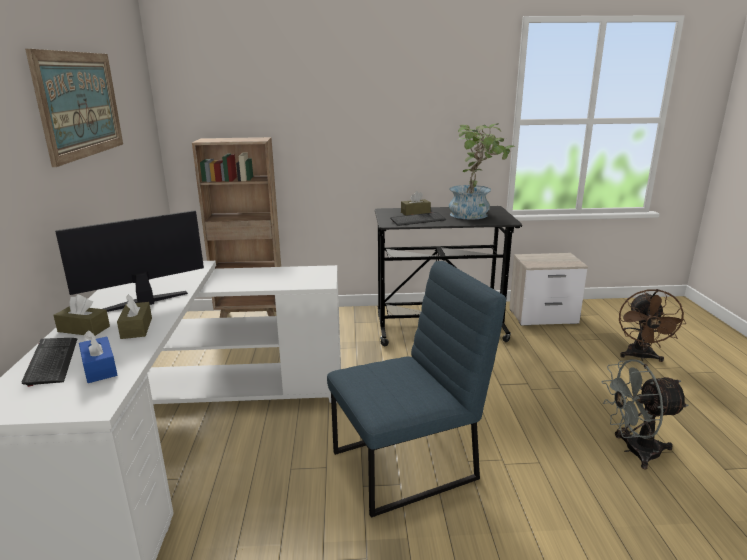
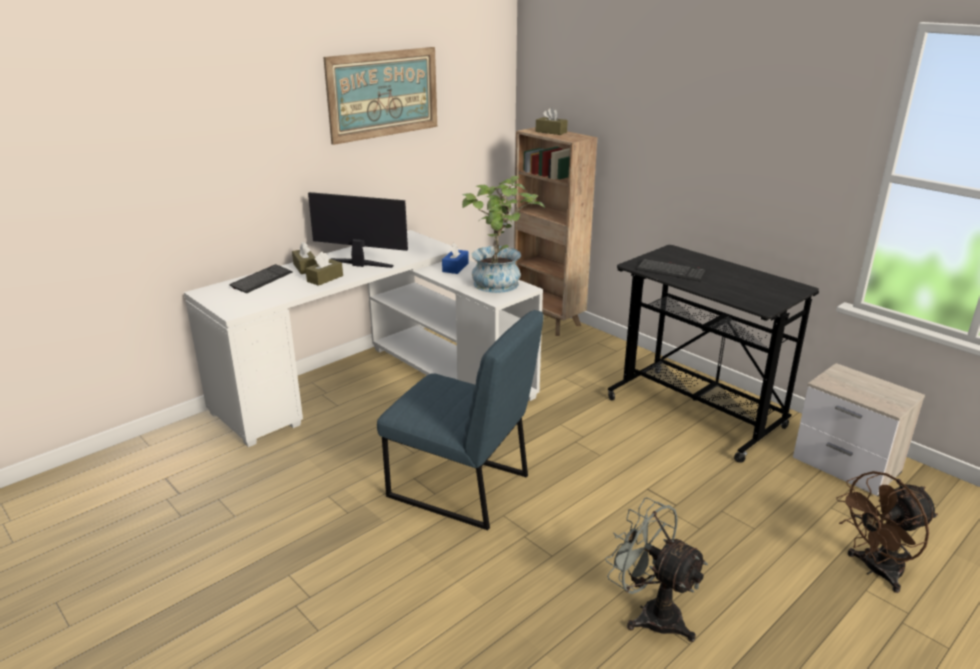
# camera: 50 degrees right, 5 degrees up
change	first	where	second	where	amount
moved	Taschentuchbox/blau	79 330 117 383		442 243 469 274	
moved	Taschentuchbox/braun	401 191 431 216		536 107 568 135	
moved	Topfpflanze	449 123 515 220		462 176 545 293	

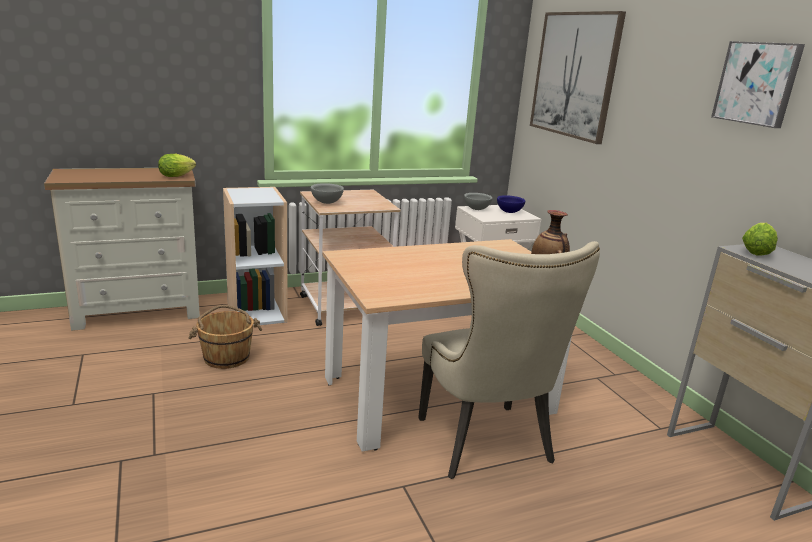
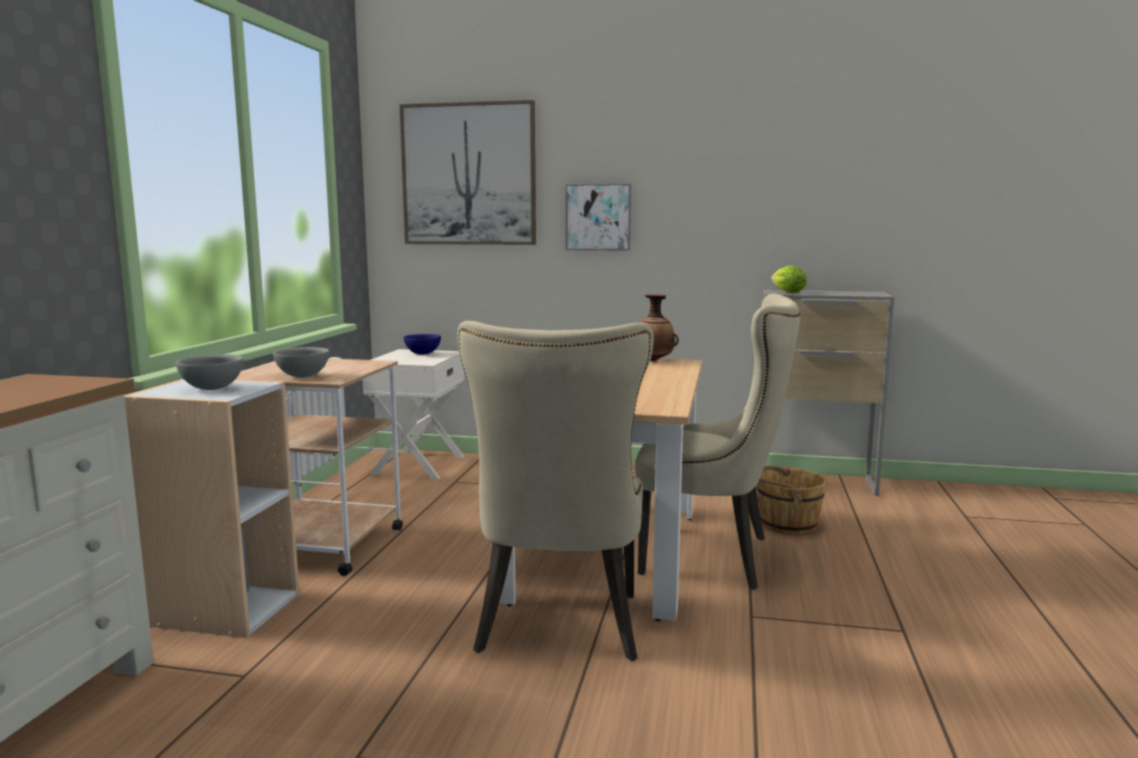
# camera: 55 degrees left, 10 degrees down
change	first	where	second	where	amount
removed	Salatkopf	158 154 196 177			
moved	Eimer/braun	188 305 262 369		757 466 827 535	
moved	Schüssel/grau	464 193 493 210		175 354 244 390	
moved	Bild	711 41 805 128		566 184 631 251	
added			Stuhl/beige	457 321 654 661	

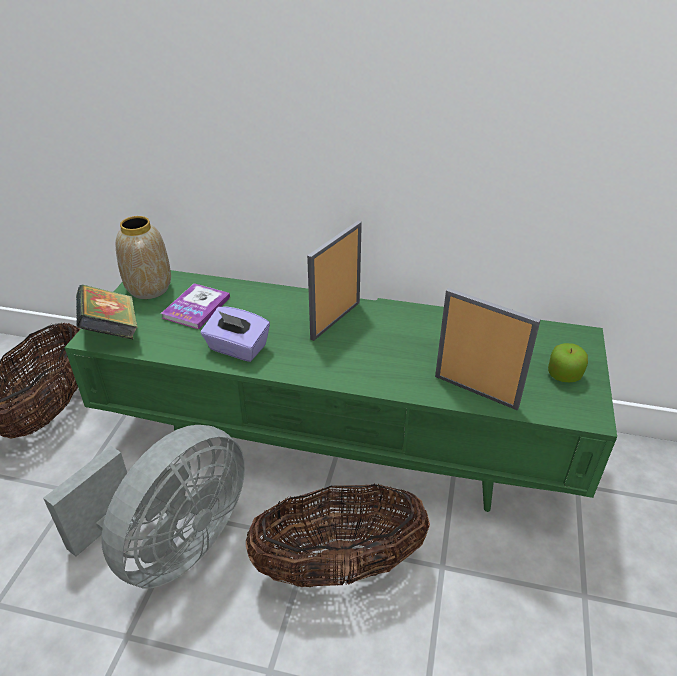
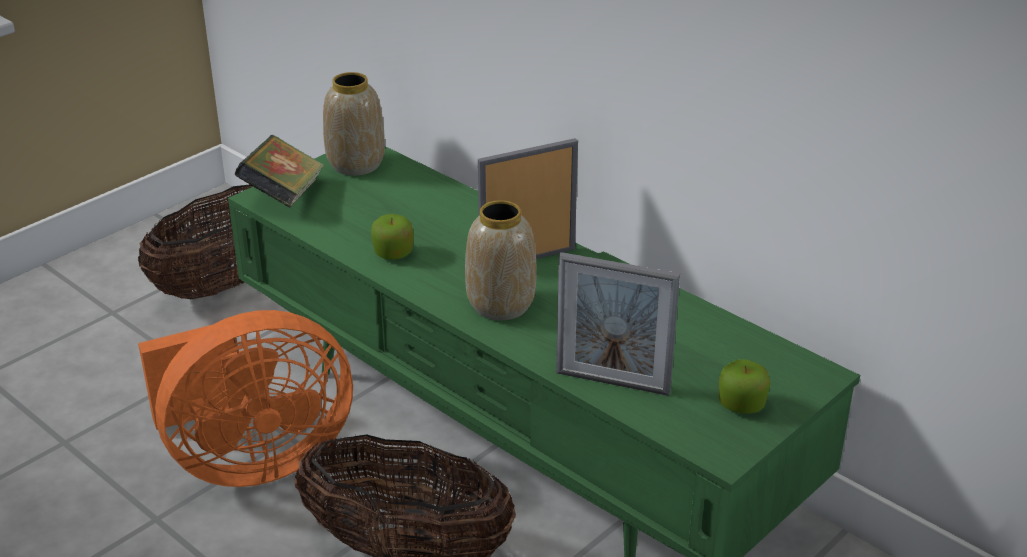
# camera: 30 degrees right, 5 degrees down
change	first	where	second	where	amount
recoloured	Ventilator/grau	43 425 245 588	Ventilator/orange	138 310 353 487	
removed	Buch	161 283 230 329			
replaced	Taschentuchbox/lila	201 307 270 362	Apfel	371 214 414 260	
turned	Bilderrahmen	435 288 541 410		556 252 680 396	135 degrees clockwise
added			Vase	465 200 537 320	

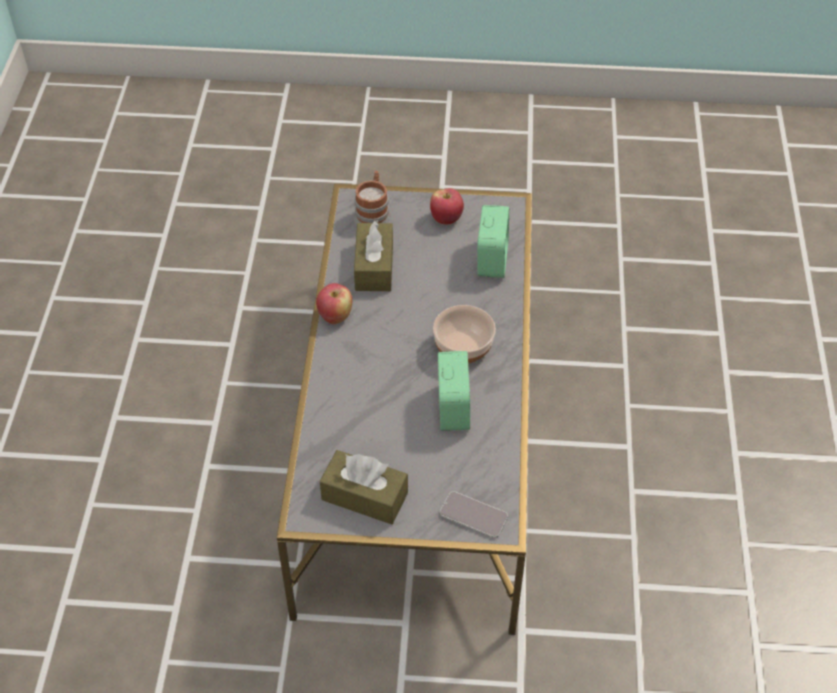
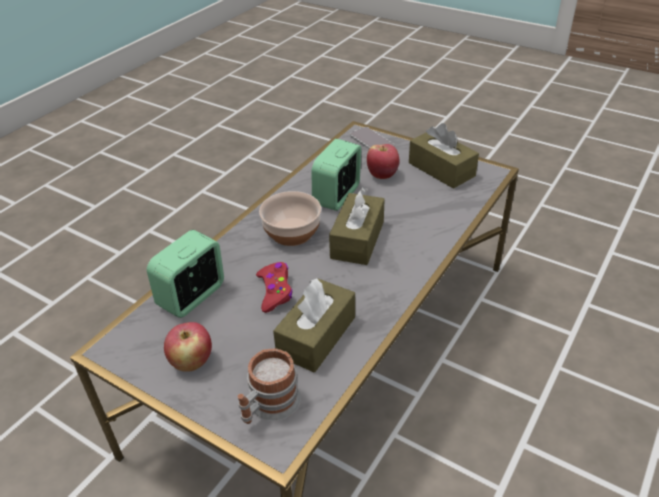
# camera: 150 degrees left, 10 degrees down
change	first	where	second	where	amount
moved	Apfel	316 283 352 324		367 144 400 179	
added			Gamepad/rot	256 262 293 313	
added			Taschentuchbox/braun	329 187 385 265	

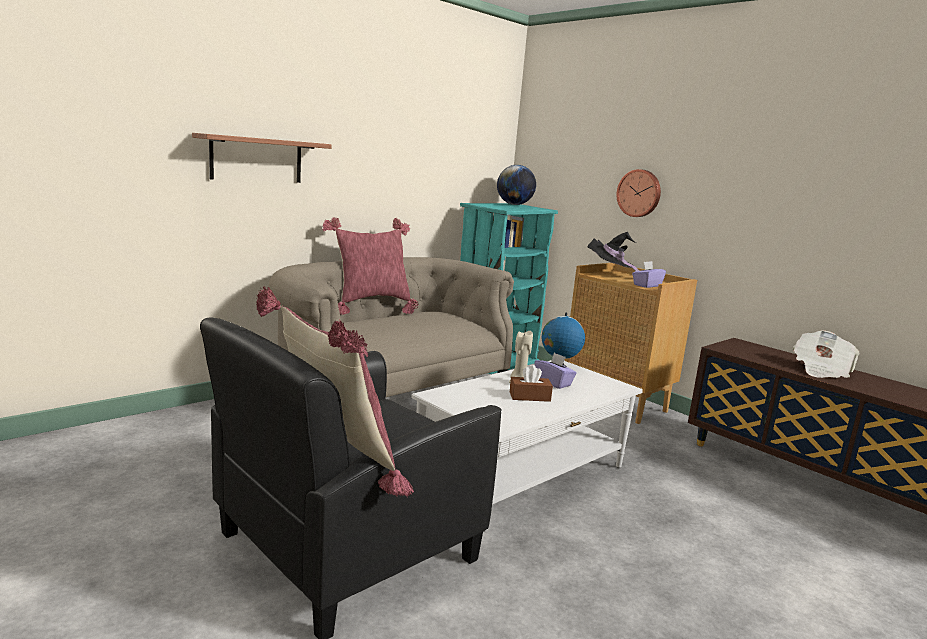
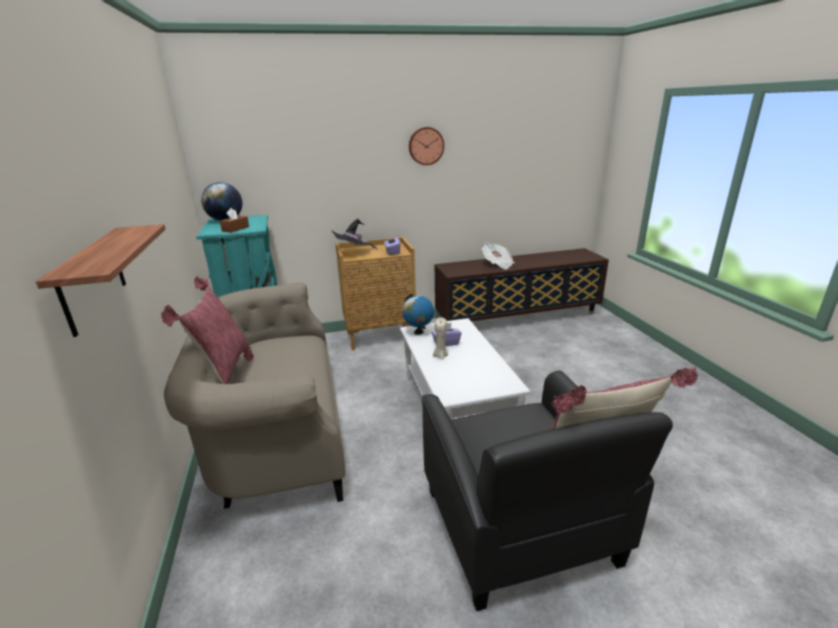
# camera: 60 degrees left, 10 degrees up
change	first	where	second	where	amount
moved	Taschentuchbox/braun	510 365 553 402		220 208 249 233	
moved	Wanduhr	617 169 661 217		409 127 444 165	

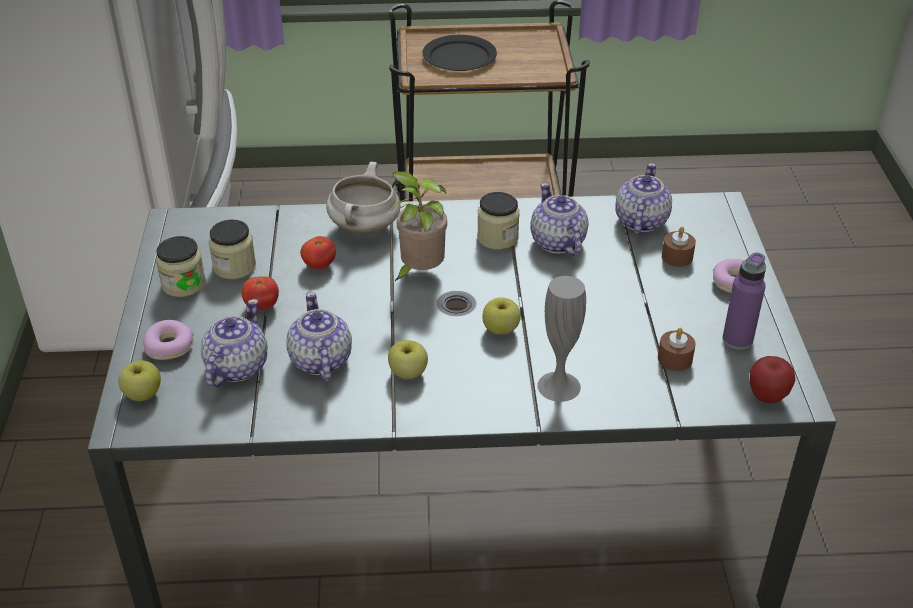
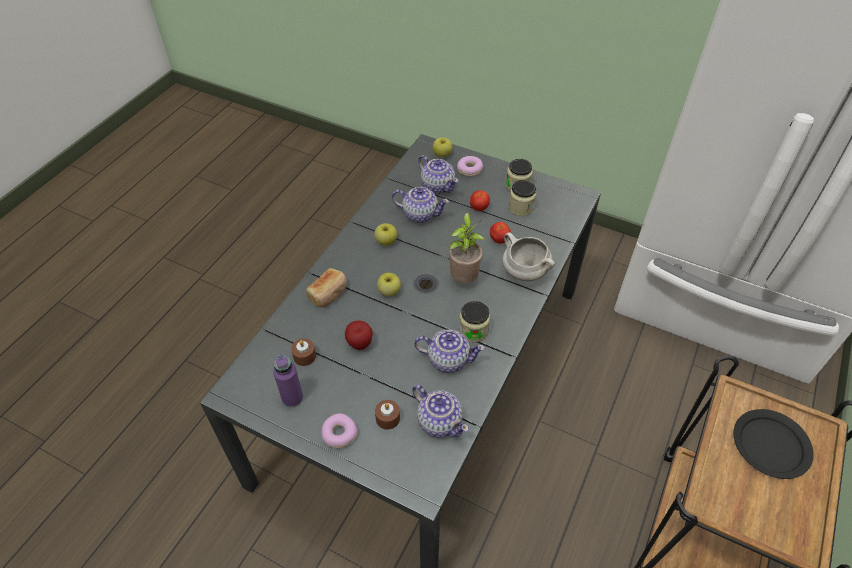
# camera: 120 degrees right, 10 degrees up
change	first	where	second	where	amount
replaced	Vase/grau	537 276 586 402	Brot	306 268 347 308	
moved	Apfel	750 356 795 404		345 320 373 350	

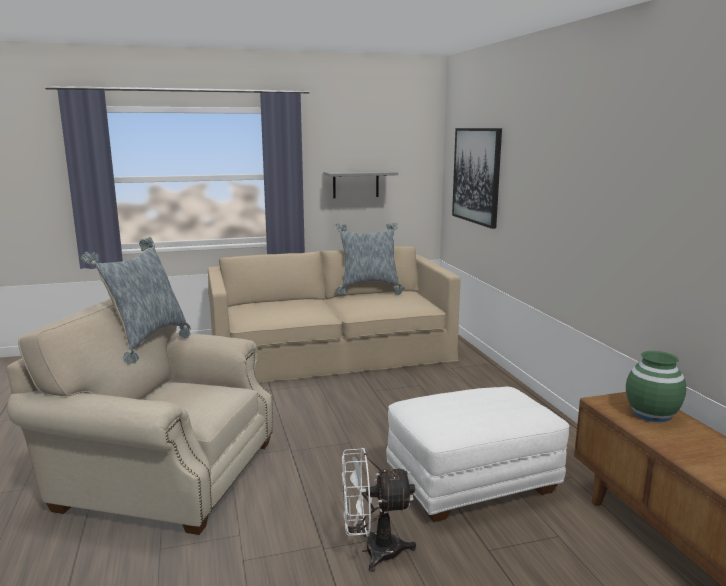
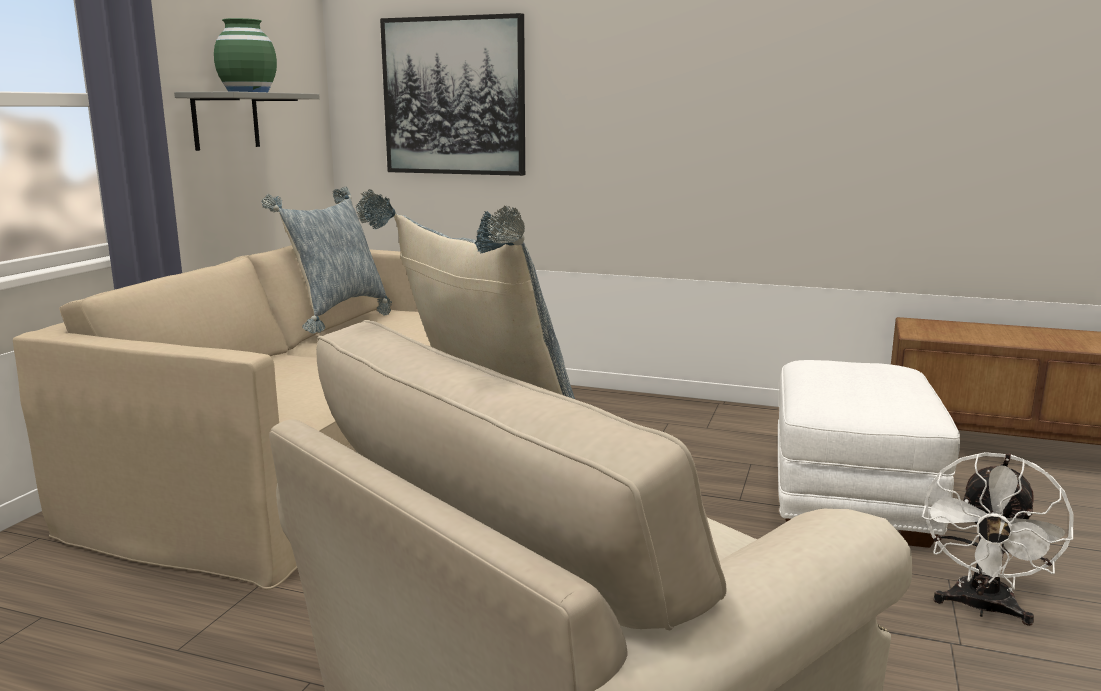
# camera: 55 degrees left, 0 degrees up
change	first	where	second	where	amount
moved	Vase/grün	626 351 686 422		214 18 277 92	

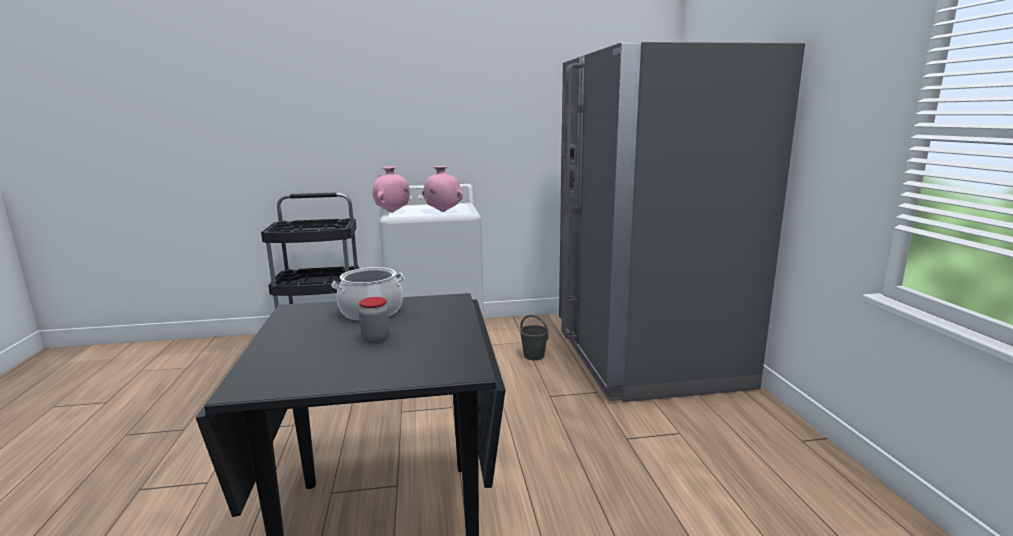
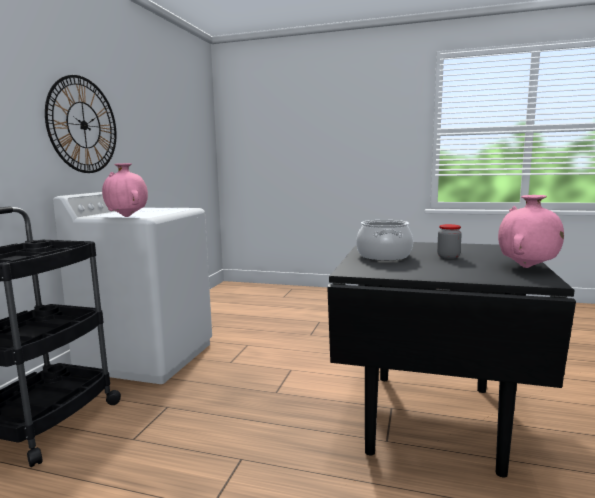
# camera: 65 degrees left, 5 degrees down
change	first	where	second	where	amount
moved	Vase/rosa	422 166 463 212		498 195 564 268	
removed	Eimer/grau	520 315 549 360			
removed	Kühlschrank/grau	559 42 805 402			
added			Wanduhr	45 75 117 173	

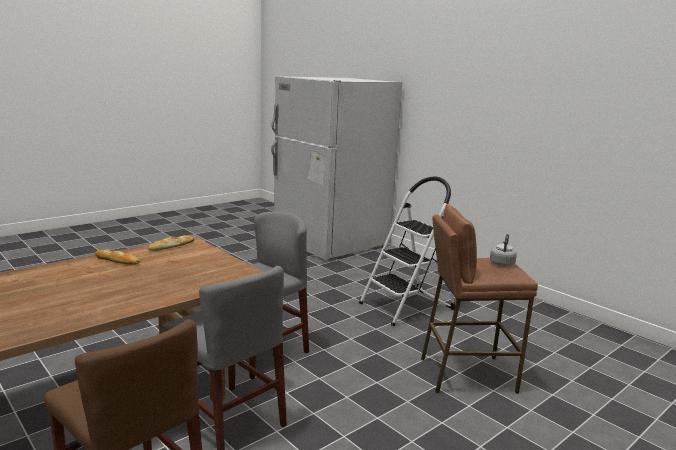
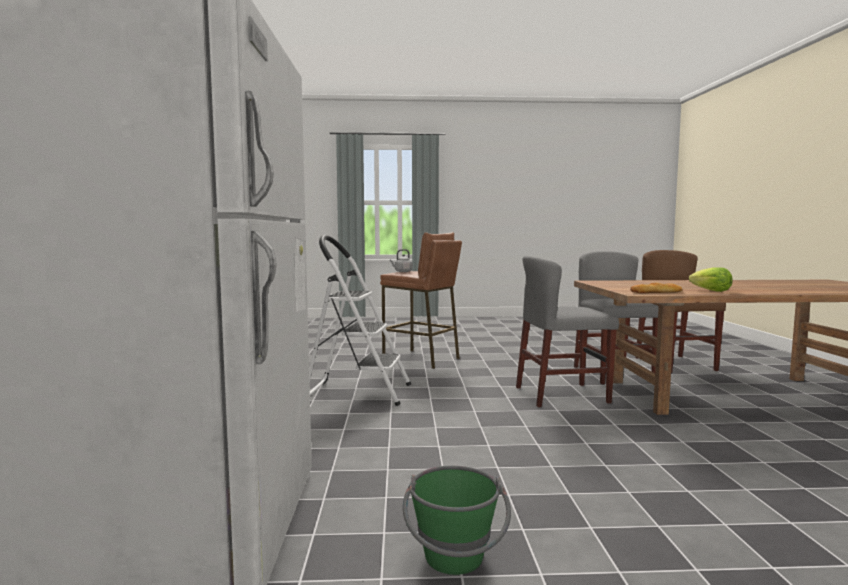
# camera: 140 degrees left, 10 degrees down
change	first	where	second	where	amount
replaced	Brot	95 249 140 265	Salatkopf	689 267 733 292	
added			Eimer/grün	403 466 511 575	

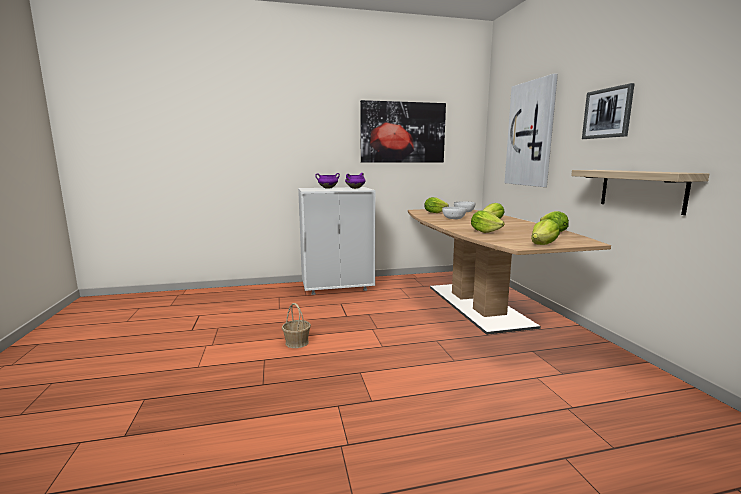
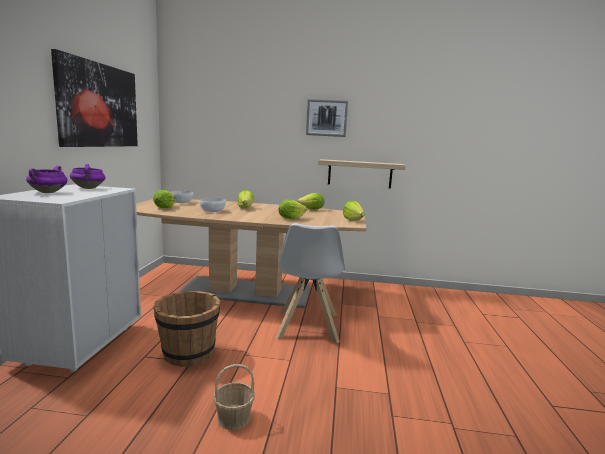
# camera: 70 degrees left, 0 degrees up
change	first	where	second	where	amount
removed	Bild	505 73 558 187			
added			Eimer/braun	153 291 220 367	
added			Stuhl	275 223 345 343	

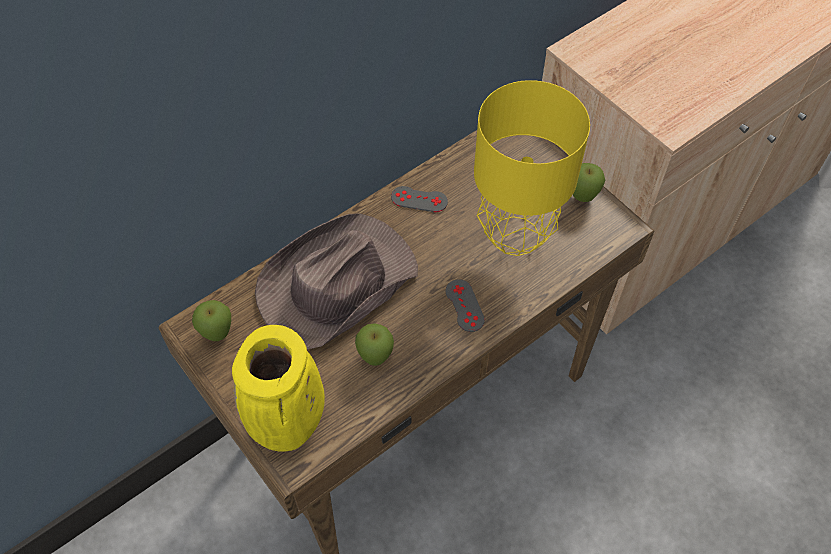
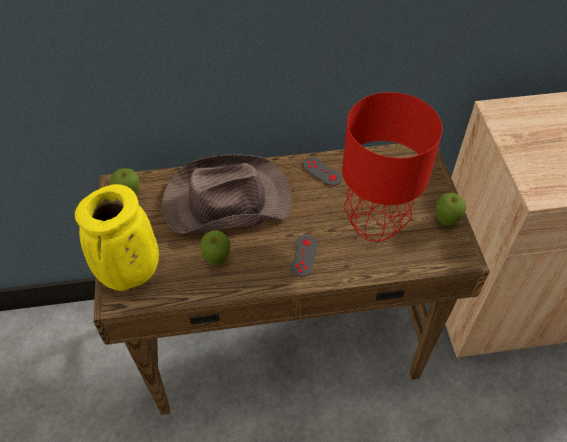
# camera: 30 degrees right, 5 degrees down
change	first	where	second	where	amount
recoloured	Tischlampe/gelb	474 80 590 256	Tischlampe/rot	342 92 442 242	

